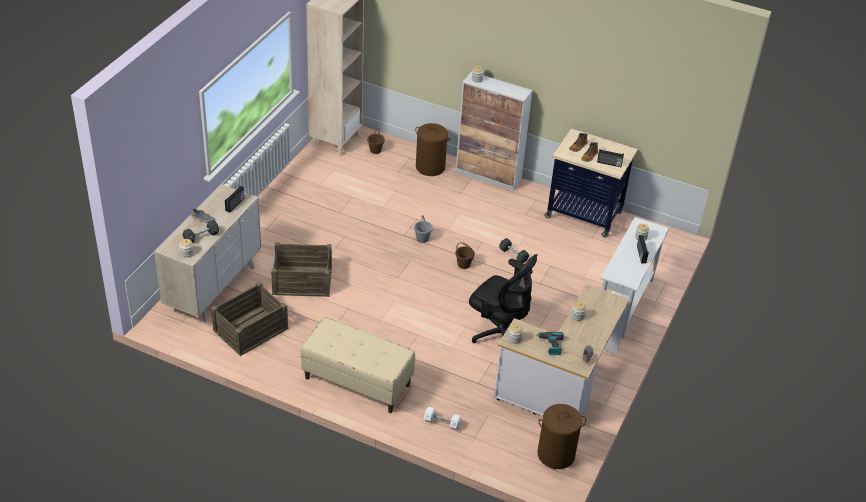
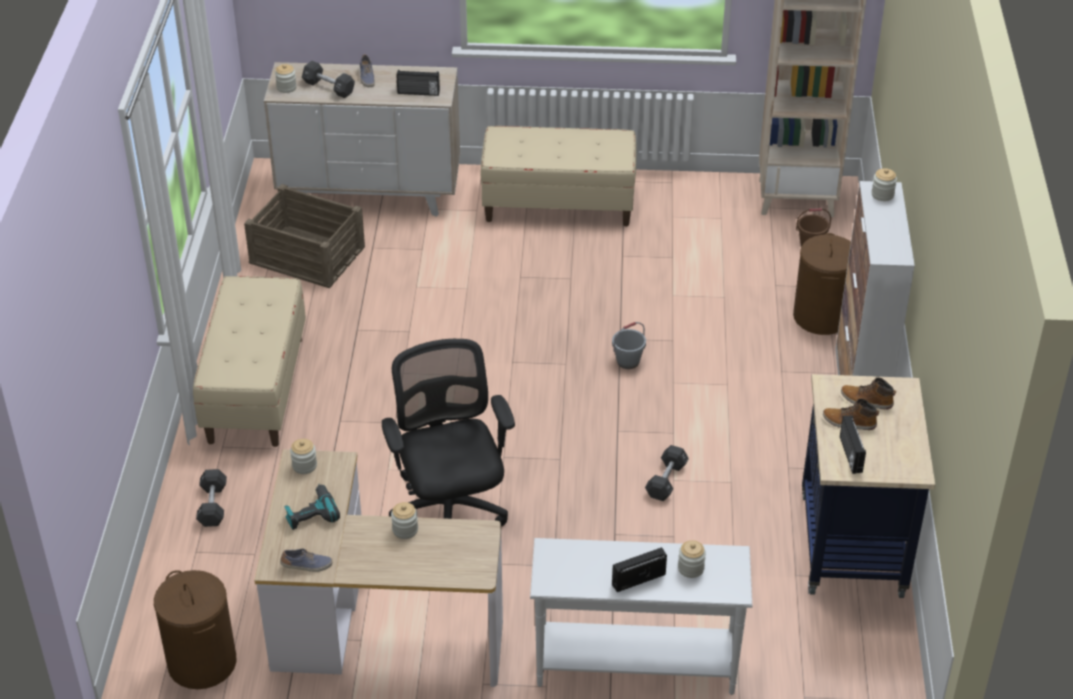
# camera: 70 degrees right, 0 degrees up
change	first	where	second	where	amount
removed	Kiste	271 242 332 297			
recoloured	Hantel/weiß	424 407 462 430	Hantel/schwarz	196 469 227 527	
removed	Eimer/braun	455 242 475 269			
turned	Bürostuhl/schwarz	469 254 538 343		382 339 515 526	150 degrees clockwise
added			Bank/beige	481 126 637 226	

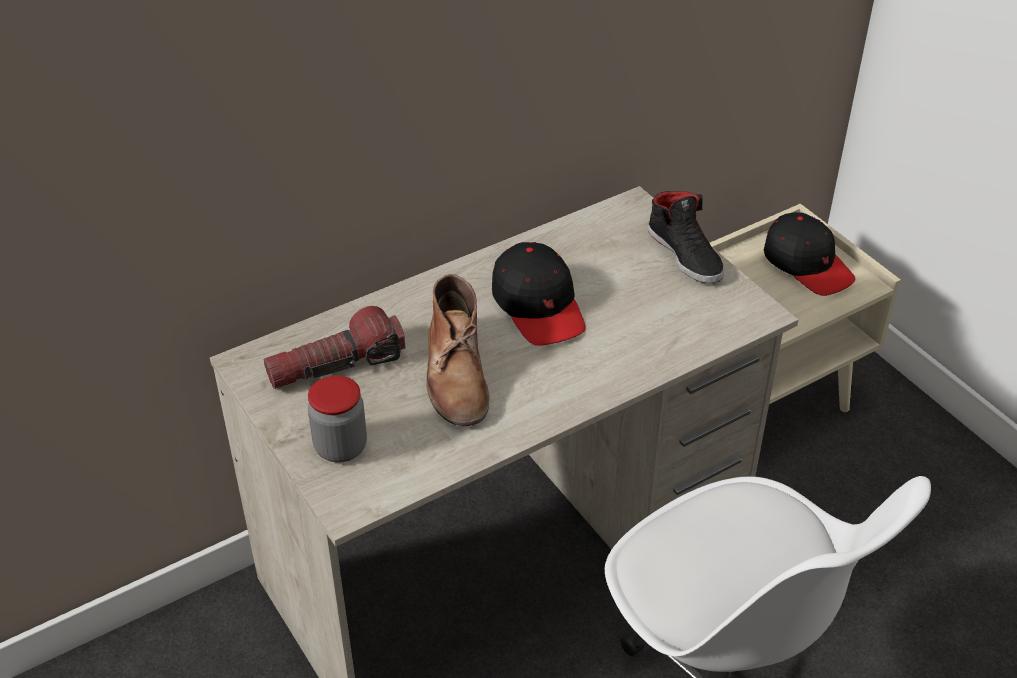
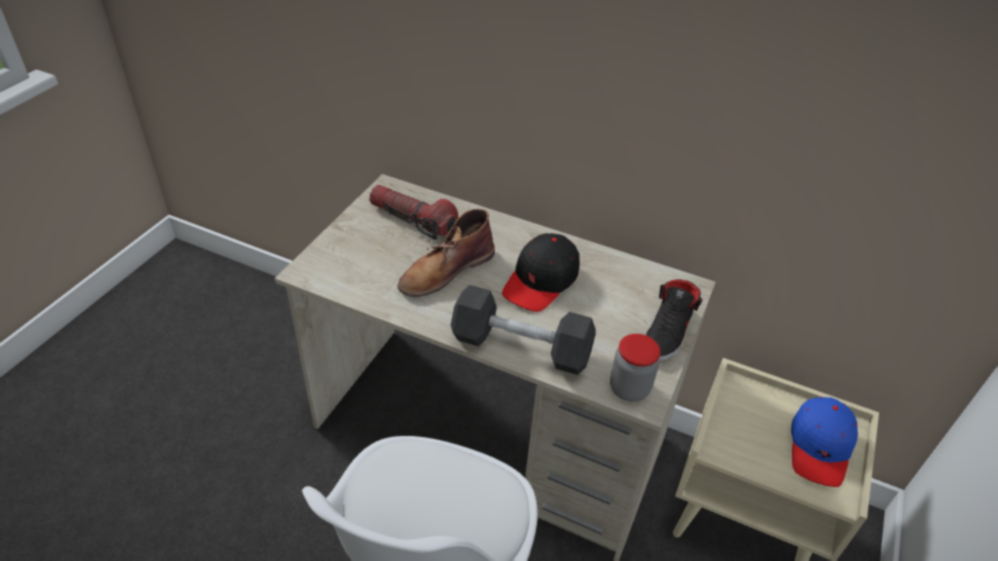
# camera: 55 degrees right, 0 degrees up
change	first	where	second	where	amount
moved	Vorratsglas	308 376 367 463		610 334 661 402	
recoloured	Kappe/schwarz	764 212 855 296	Kappe/blau	791 397 858 487	
added			Hantel/schwarz	451 285 596 375	

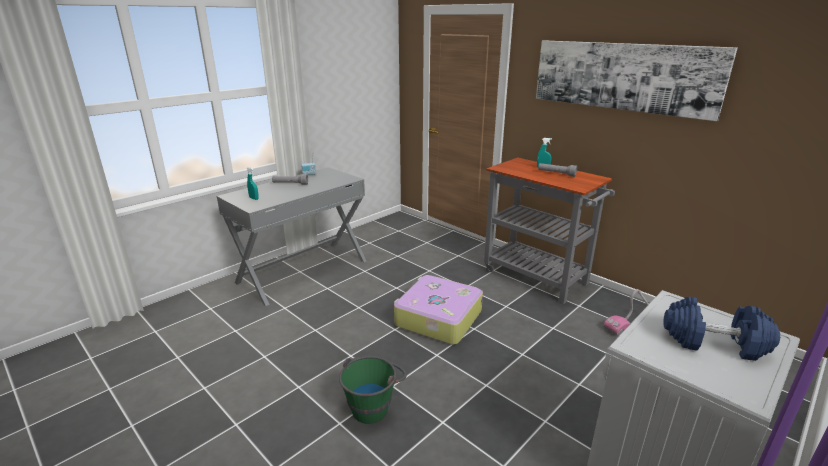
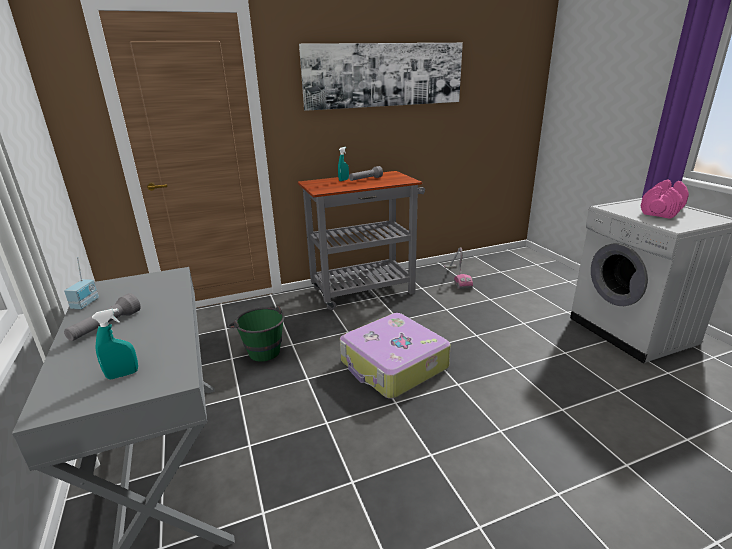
# camera: 65 degrees left, 0 degrees up
change	first	where	second	where	amount
moved	Eimer/grün	339 356 407 424		227 306 284 362	
recoloured	Hantel/blau	663 297 780 361	Hantel/rosa	641 180 689 219	

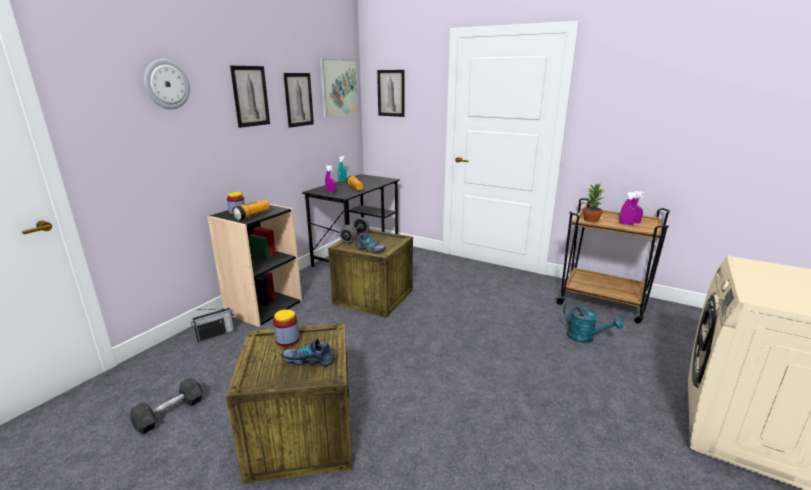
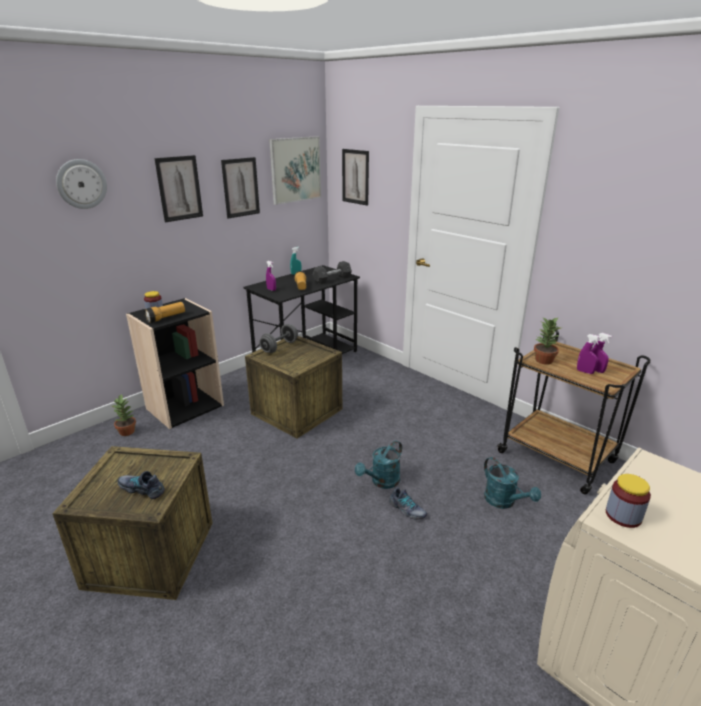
# camera: 15 degrees right, 5 degrees up
change	first	where	second	where	amount
moved	Hantel/grau	130 377 203 434		313 261 352 284	
replaced	Radio	191 308 235 343	Topfpflanze	112 394 136 436	
moved	Vorratsglas	273 309 299 346		606 474 651 528	
moved	Schuh	356 233 386 253		389 487 427 520	
added			Gießkanne/türkis	355 441 402 489	

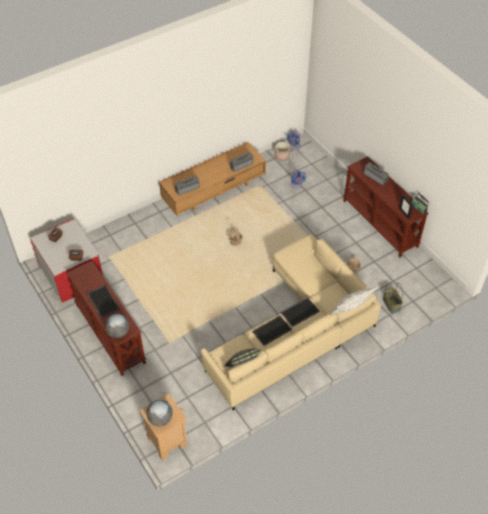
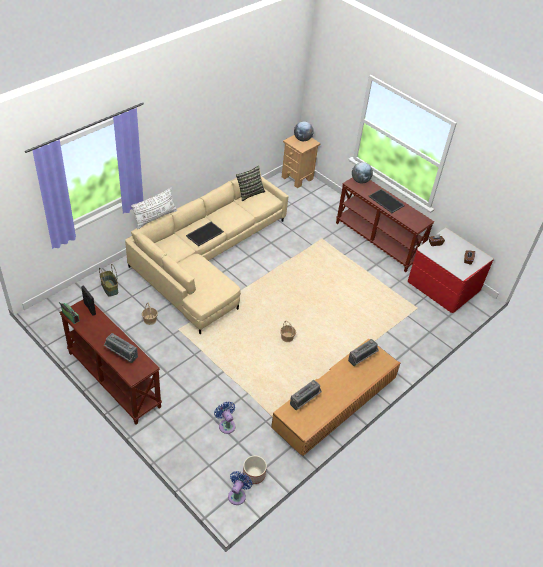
# camera: 165 degrees right, 5 degrees down
change	first	where	second	where	amount
removed	Tablett	252 316 292 346			

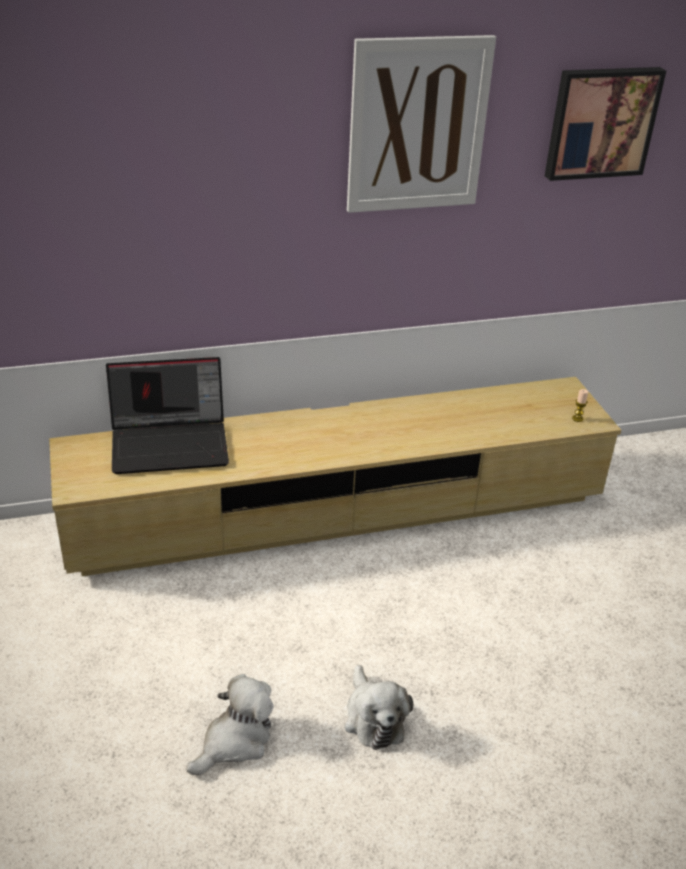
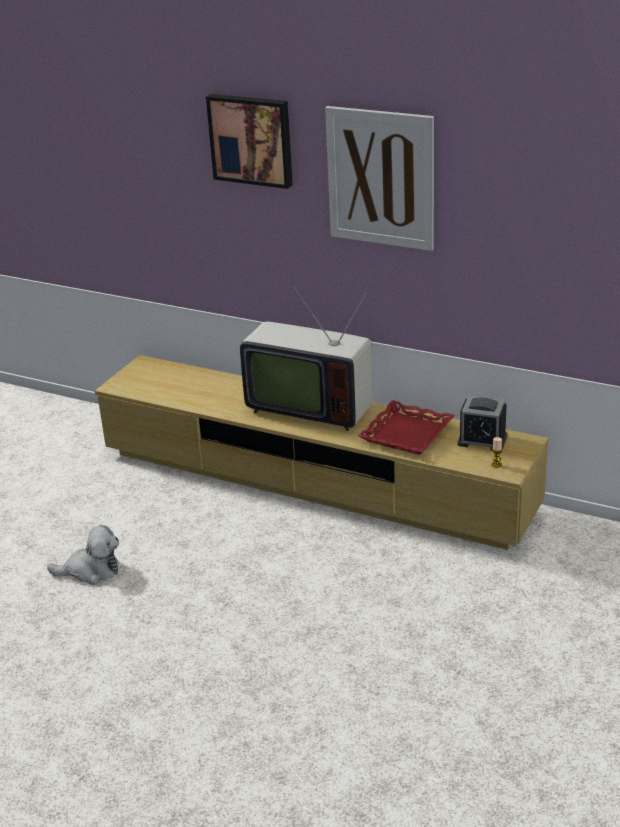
# camera: 45 degrees right, 5 degrees down
change	first	where	second	where	amount
removed	Laptop	106 357 229 474			
removed	Plüschtier	344 665 413 750			
moved	Bild	545 67 666 181		206 94 293 189	
added			Fernseher	240 286 373 431	
added			Tablett/rot	358 400 455 455	
added			Wecker	457 396 507 451	

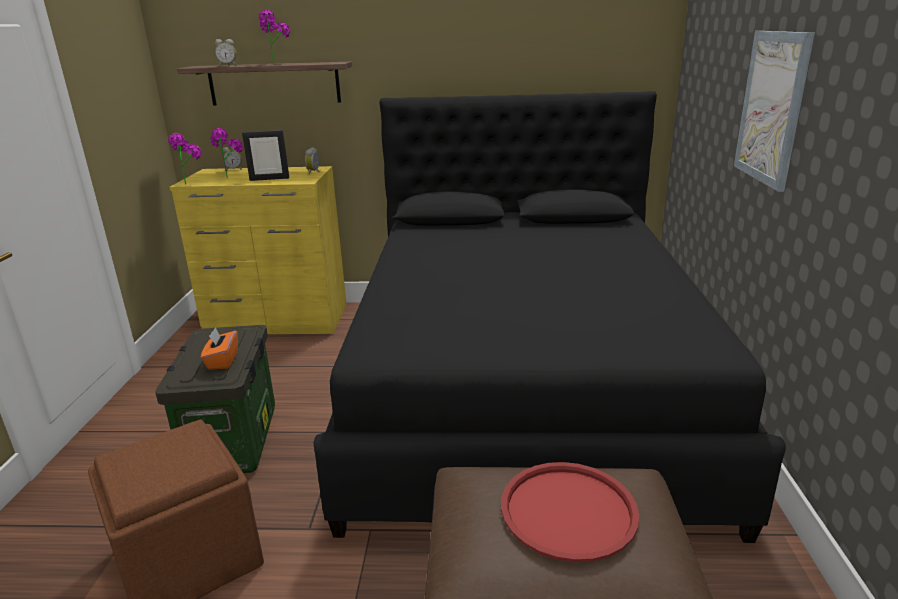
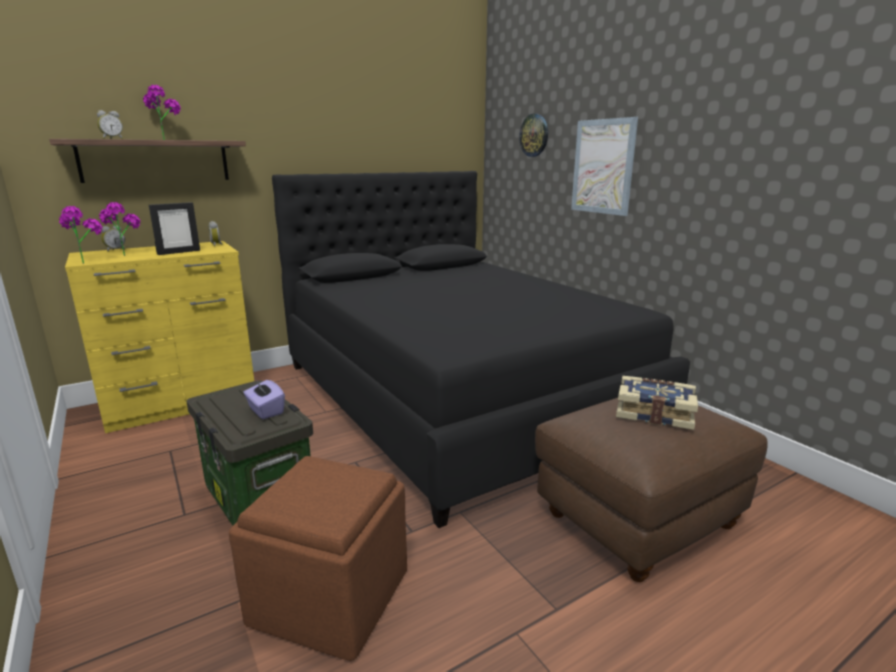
# camera: 35 degrees left, 5 degrees down
change	first	where	second	where	amount
recoloured	Taschentuchbox/orange	201 327 238 370	Taschentuchbox/lila	243 380 285 419	
replaced	Tablett/rot	501 462 639 562	Buch	616 376 698 430	
added			Wanduhr	519 114 548 157	

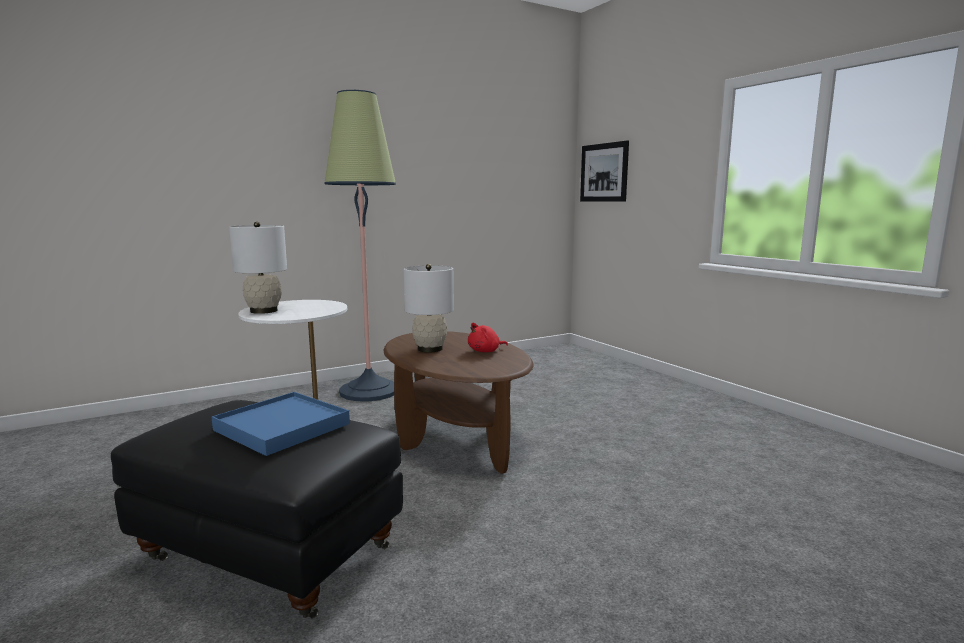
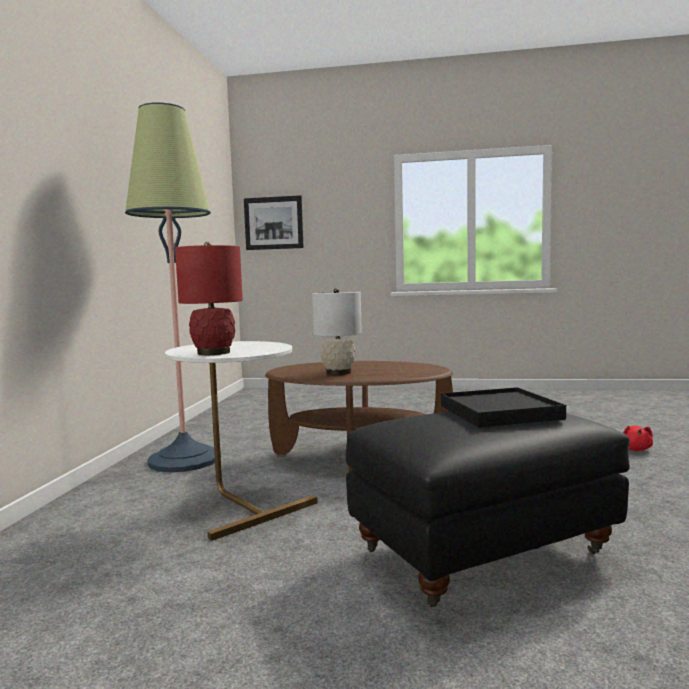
# camera: 50 degrees left, 5 degrees down
change	first	where	second	where	amount
recoloured	Tablett/blau	212 392 350 456	Tablett/schwarz	441 387 566 428	
recoloured	Tischlampe/weiß	229 222 287 314	Tischlampe/rot	175 242 243 355	
moved	Plüschtier/rot	468 323 508 352		623 426 653 451	

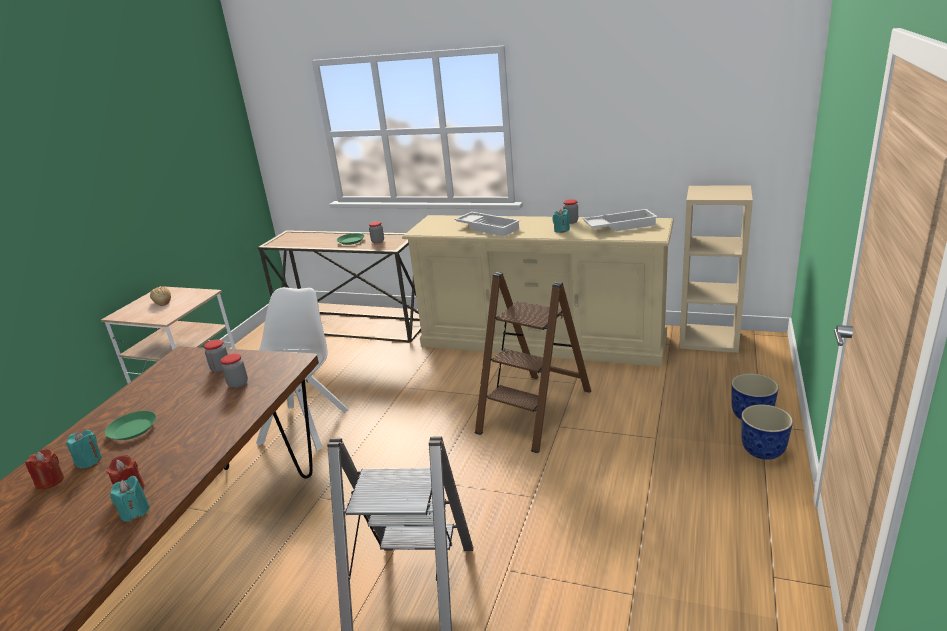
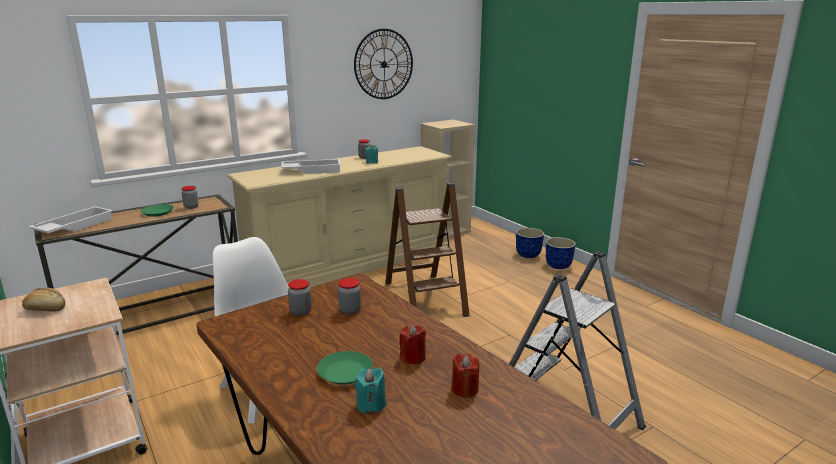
# camera: 55 degrees left, 5 degrees down
change	first	where	second	where	amount
moved	Kerze/rot	25 449 64 489		399 325 426 364	
removed	Kerze/türkis	110 476 150 522			
moved	Tablett/weiß	582 209 658 231		29 206 113 233	
added			Wanduhr	354 29 413 99	

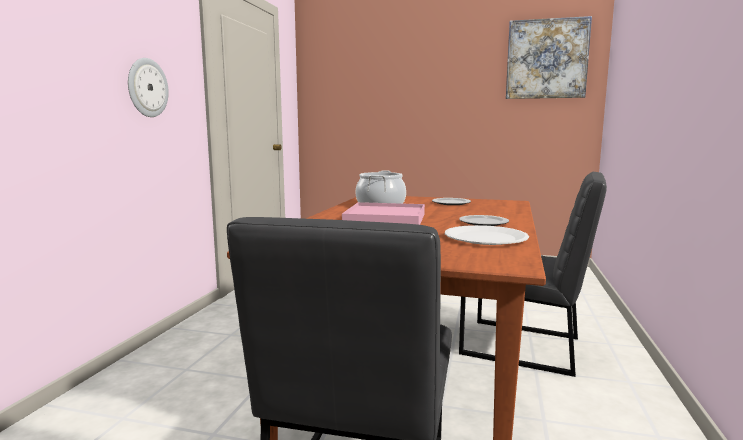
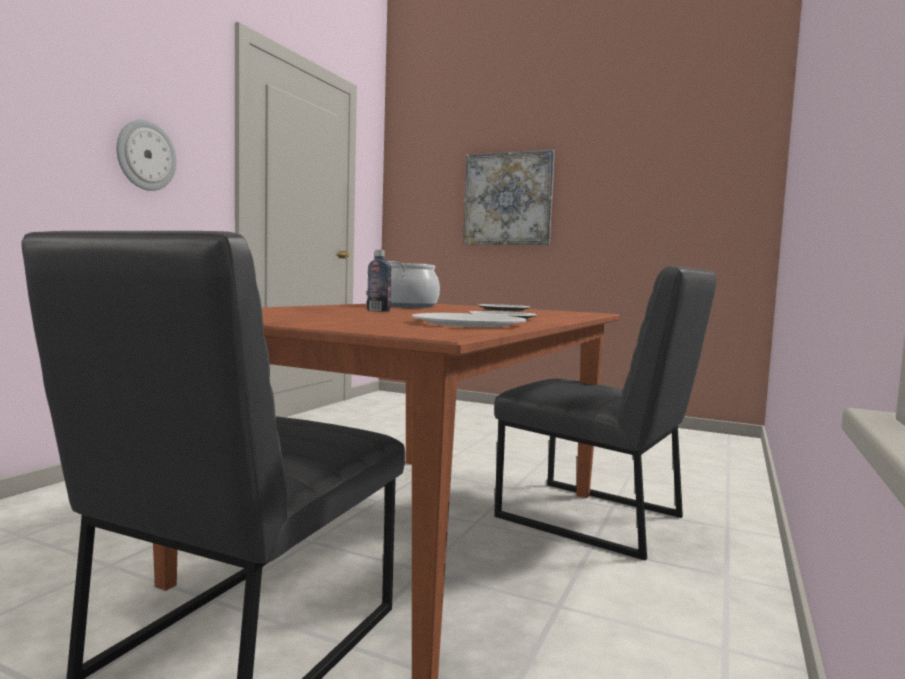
# camera: 10 degrees right, 5 degrees down
change	first	where	second	where	amount
replaced	Tablett/rosa	342 202 425 225	Flasche	367 250 391 312	
moved	Bild	506 16 592 99		463 150 555 245	

